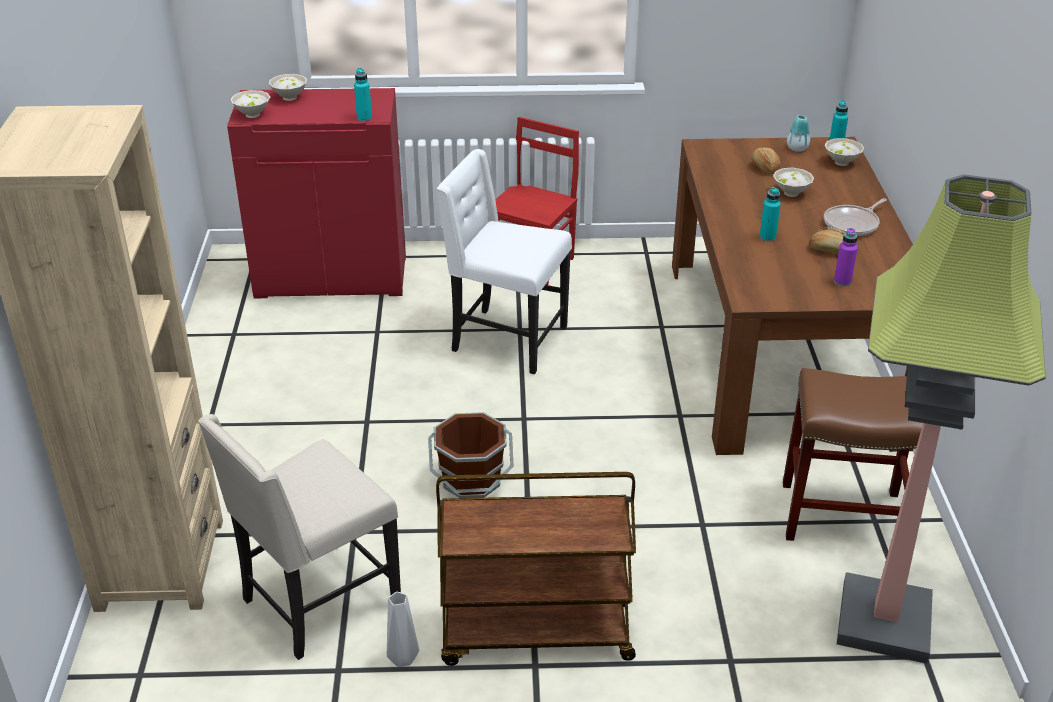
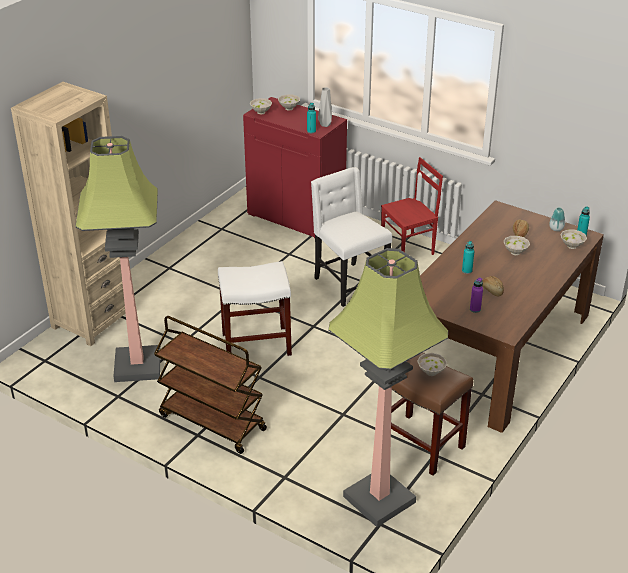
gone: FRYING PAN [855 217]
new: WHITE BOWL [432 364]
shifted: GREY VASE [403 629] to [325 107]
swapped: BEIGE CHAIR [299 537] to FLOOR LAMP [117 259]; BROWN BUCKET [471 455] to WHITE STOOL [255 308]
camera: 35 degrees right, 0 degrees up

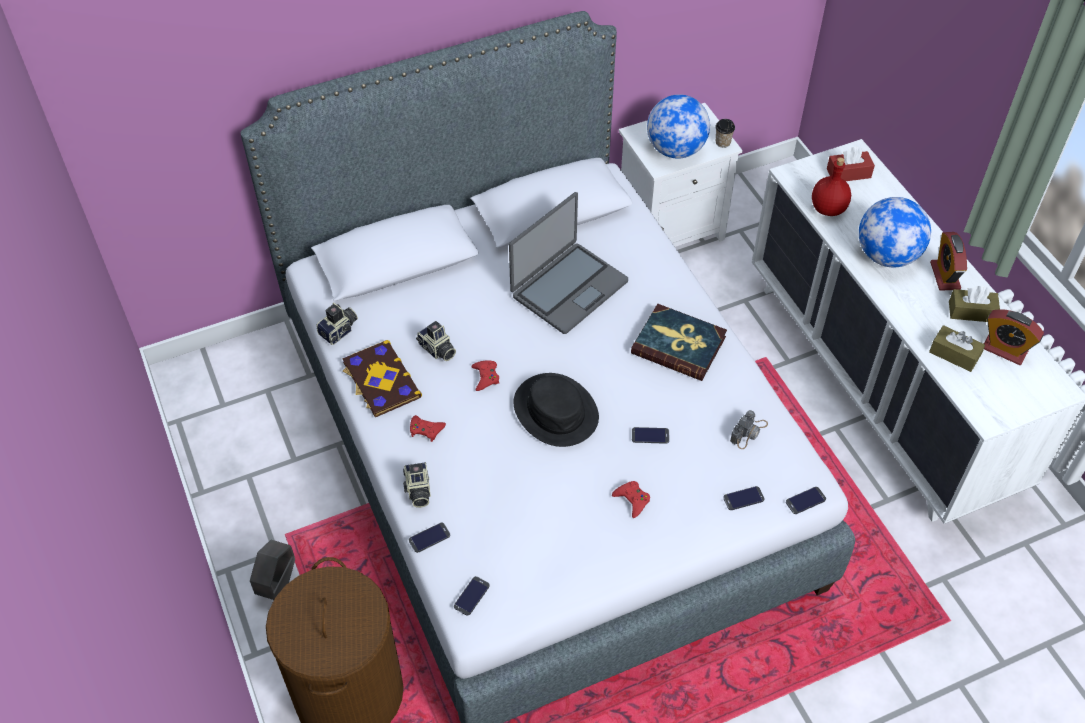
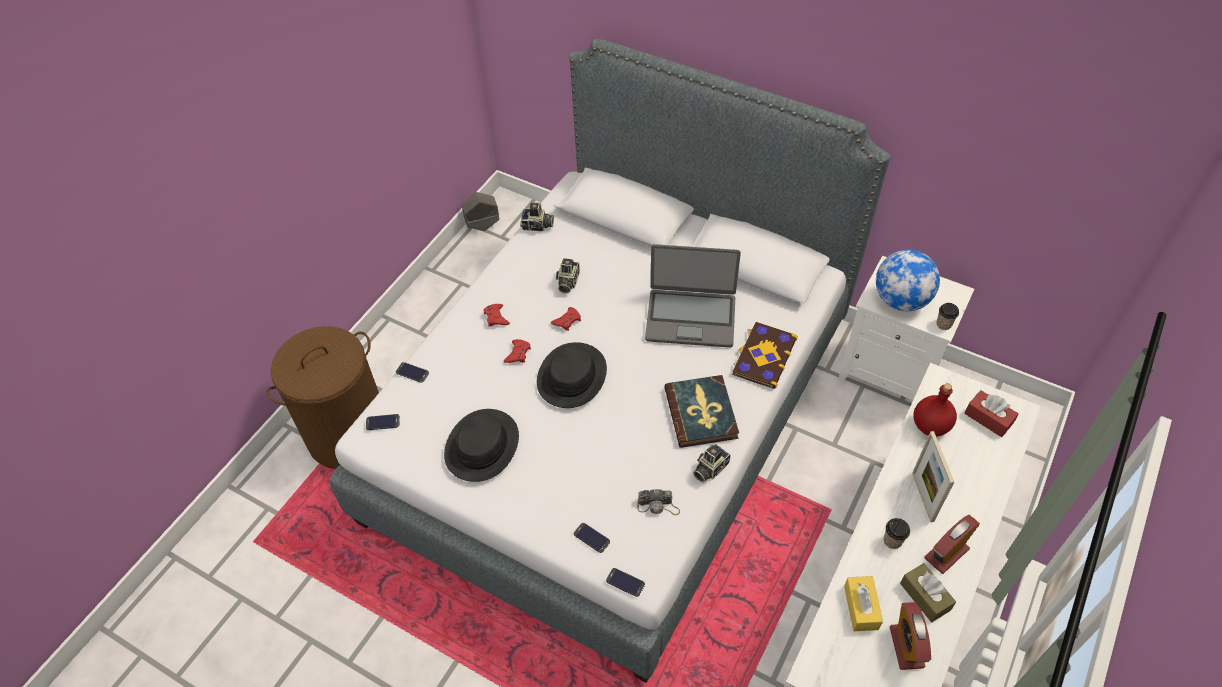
gone: PHONE [651 435]
new: BLACK HAT [481 445]; CUP [897 533]
shifted: GREY PLANTER [272 570] to [480 211]; BOOK [382 379] to [765 355]; PHOTO CAMERA [417 485] to [712 463]; RED GAME CONTROLLER [631 499] to [517 351]
swapped: GLOBE [895 232] to PICTURE FRAME [933 476]
repainted: BROWN TISSUE BOX [957 348] to YELLOW TISSUE BOX [863 603]
camera: 55 degrees right, 0 degrees up

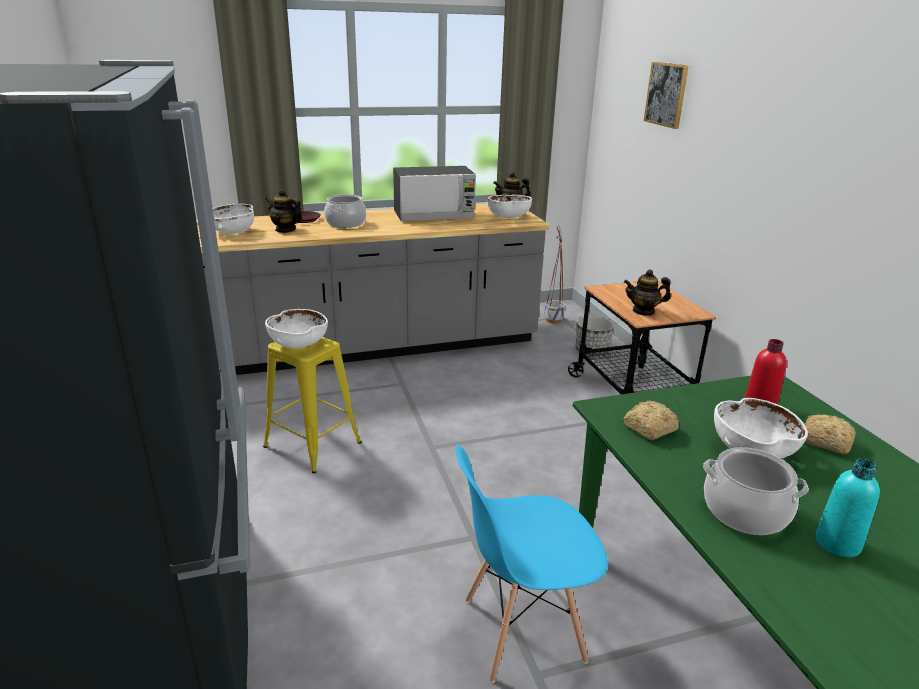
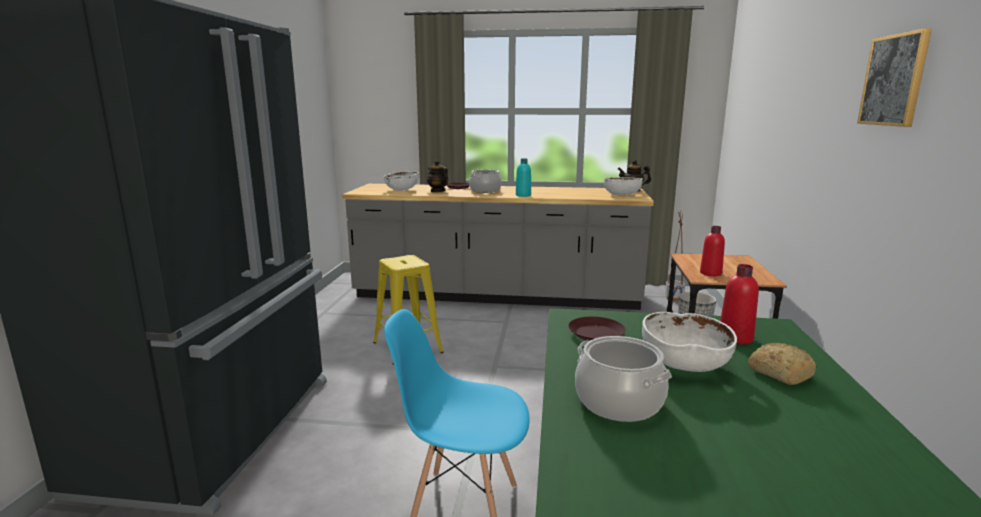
gone: WHITE BOWL [296 329]; MICROWAVE [434 193]
shifted: PICTURE [666 95] to [894 77]; TURQUOISE BOTTLE [848 507] to [523 177]
swapped: TEAPOT [647 293] to RED BOTTLE [712 251]; BREAD [651 420] to BROWN PLATE [597 328]
camera: 25 degrees right, 10 degrees down

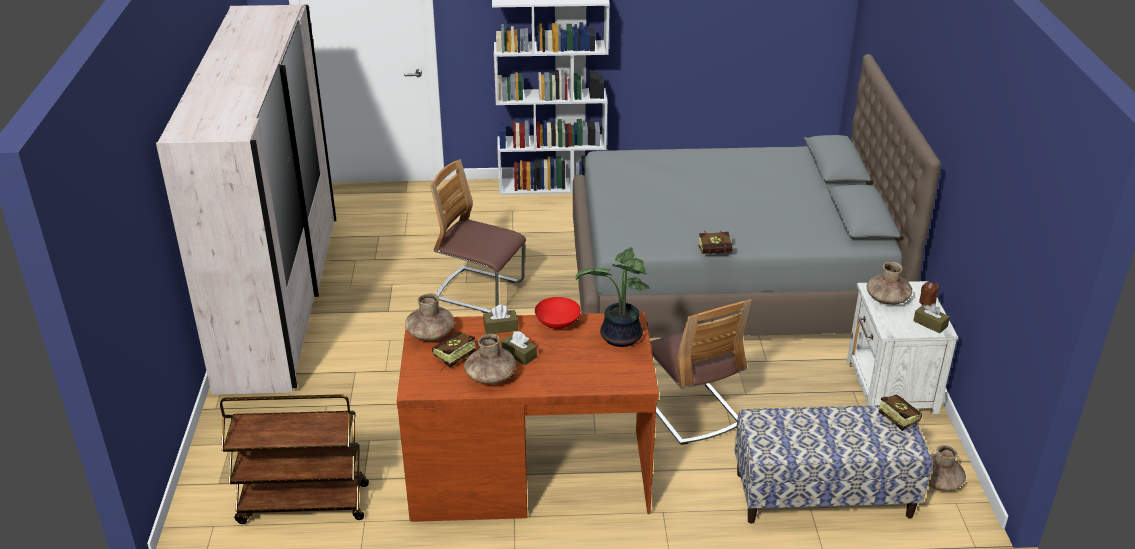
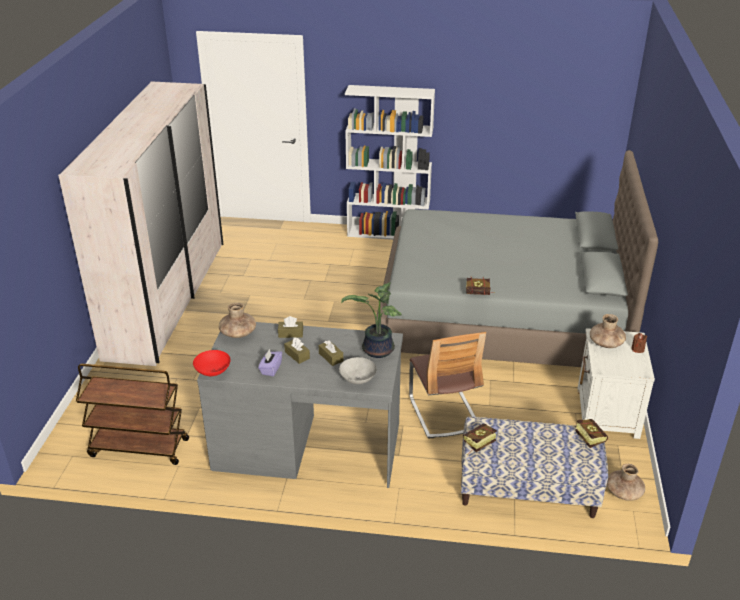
gone: CHAIR [478 236]
new: GREY BOWL [358 370]
shifted: BOOK [454 352] to [480 439]; RED BOWL [558 313] to [212 363]; BROWN TISSUE BOX [931 318] to [331 353]
swapped: BROWN VASE [490 359] to PURPLE TISSUE BOX [270 362]
repainted: BROWN DESK [528 417] to GREY DESK [300 405]
camera: 10 degrees right, 0 degrees up

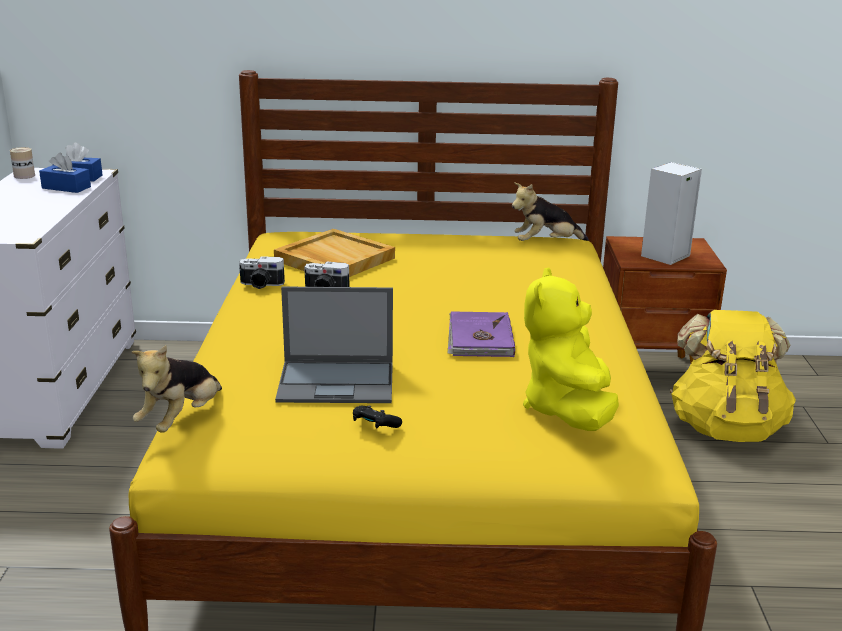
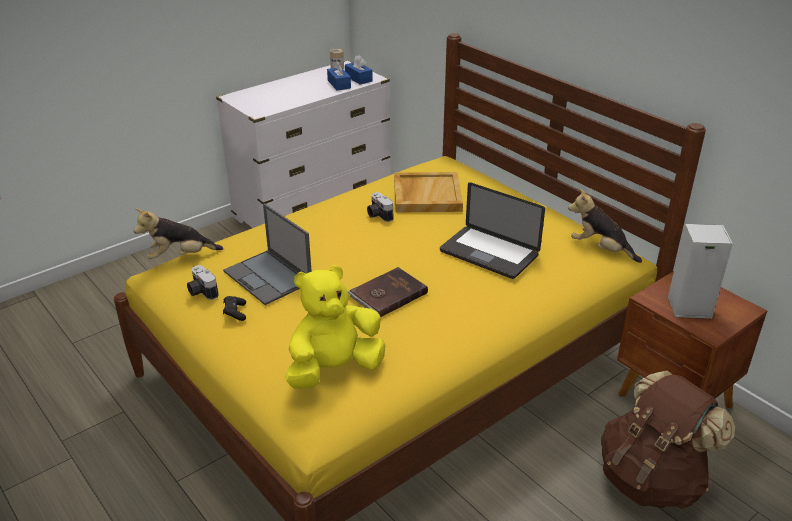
new: LAPTOP [492 230]
shifted: PHOTO CAMERA [262 272] to [203 282]
repainted: PURPLE BOOK [481 334] to BROWN BOOK [388 292]; YELLOW BACKPACK [733 376] to BROWN BACKPACK [668 440]
camera: 50 degrees right, 10 degrees up

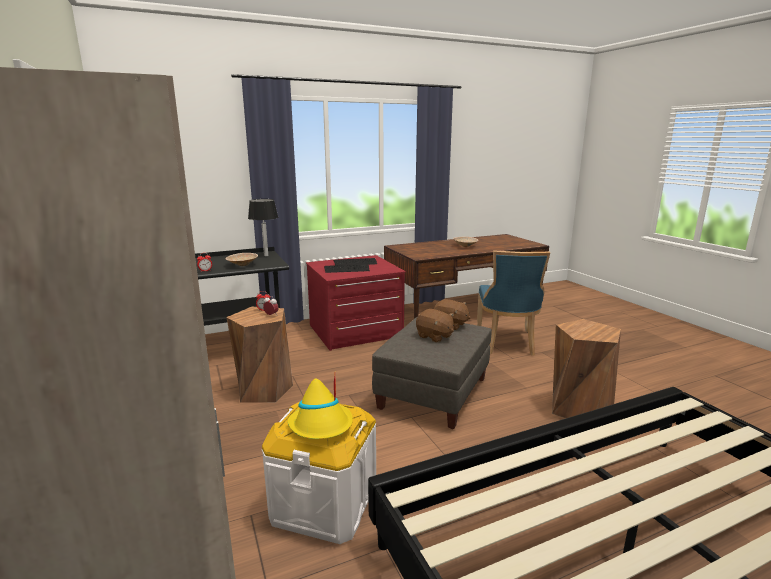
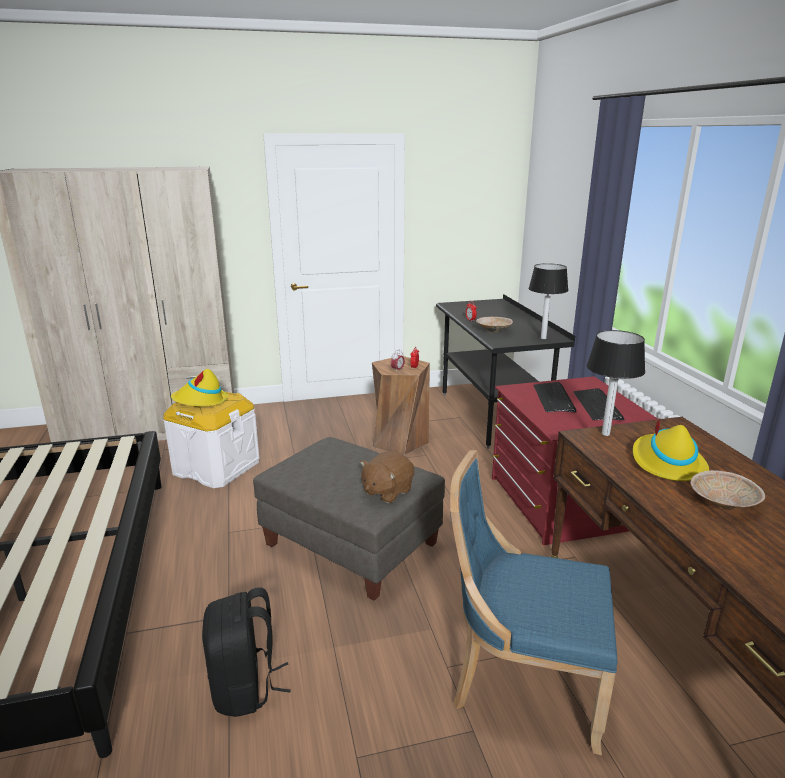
gone: BROWN PLUSH TOY [435 326]
new: TABLE LAMP [616 383]; YELLOW HAT [671 449]
swapped: BROWN STOOL [586 368] to BLACK BACKPACK [246 652]
camera: 100 degrees right, 5 degrees up

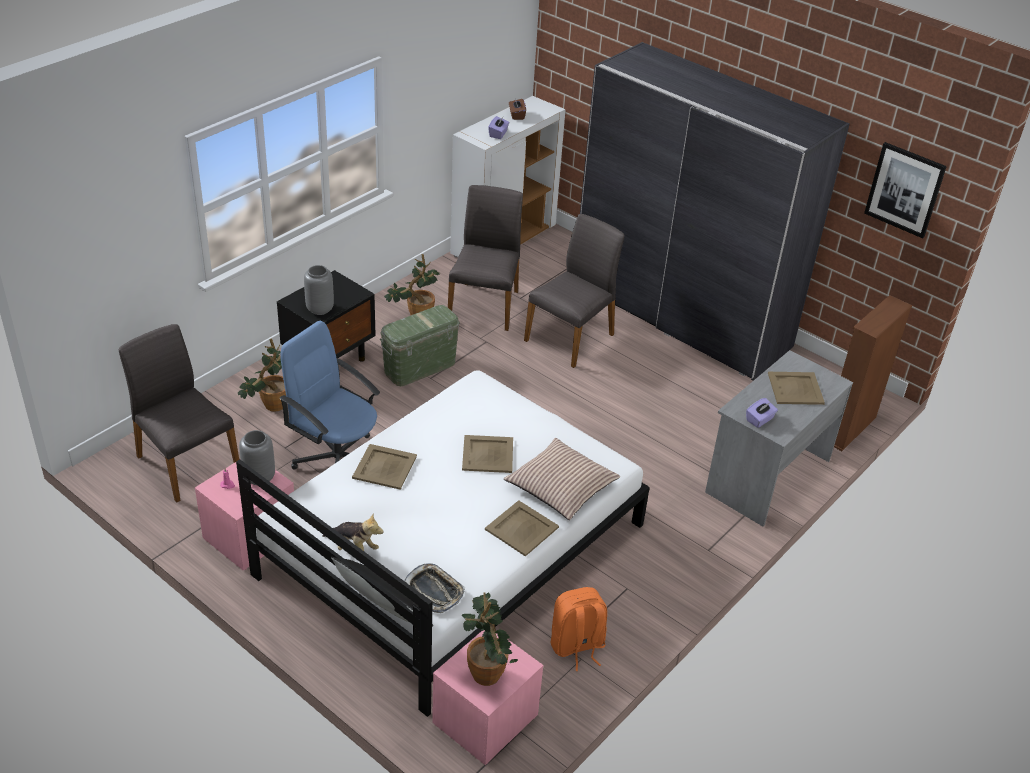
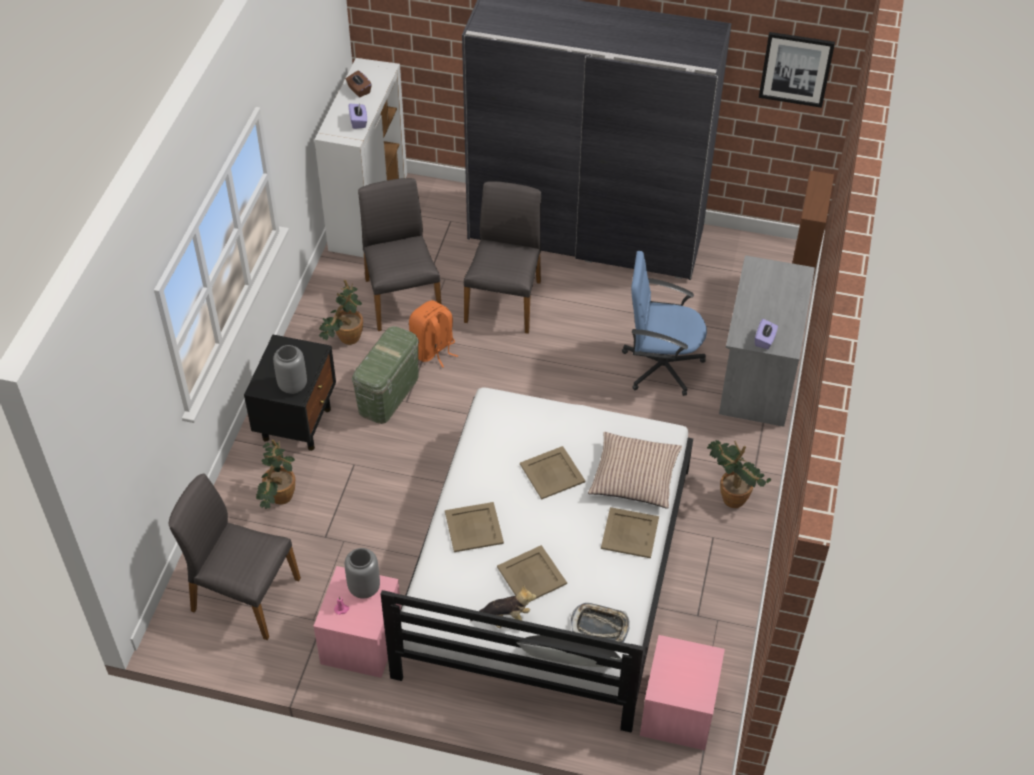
shifted: BLUE OFFICE CHAIR [330 395] to [664 323]; POTTED PLANT [490 639] to [739 474]; ORANGE BACKPACK [579 629] to [433 334]; BEIGE TRAY [796 388] to [532 573]
camera: 25 degrees left, 10 degrees up

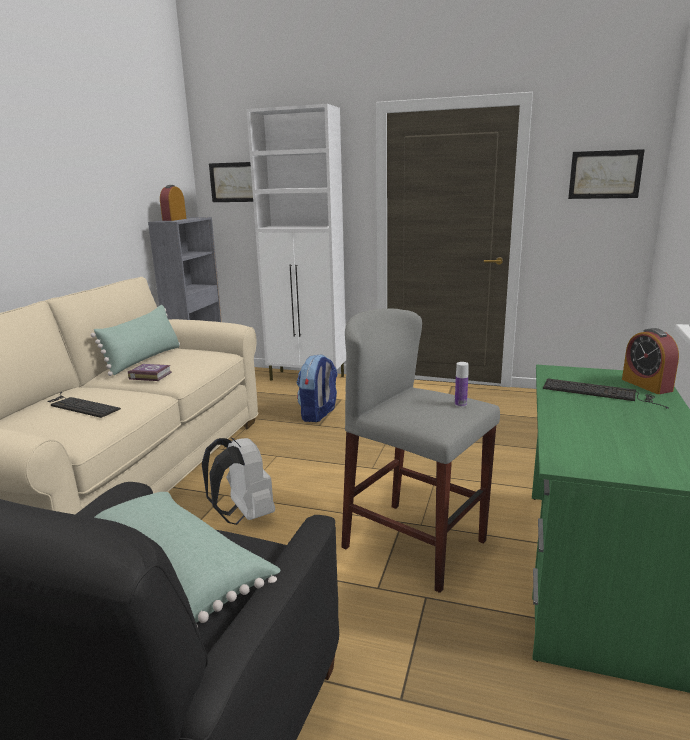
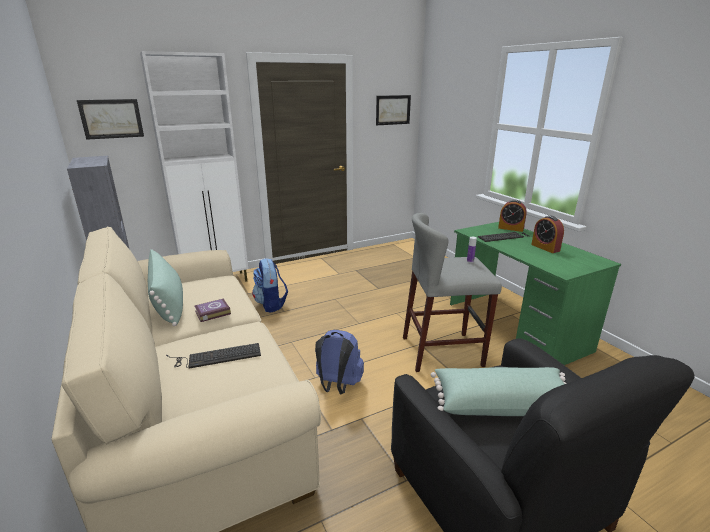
shifted: ALARM CLOCK [173 203] to [547 234]
repainted: WHITE BACKPACK [238 481] to BLUE BACKPACK [339 362]
camera: 45 degrees left, 5 degrees up

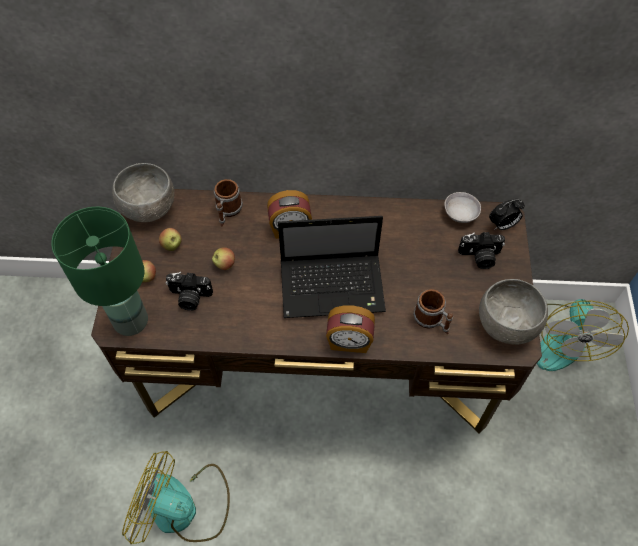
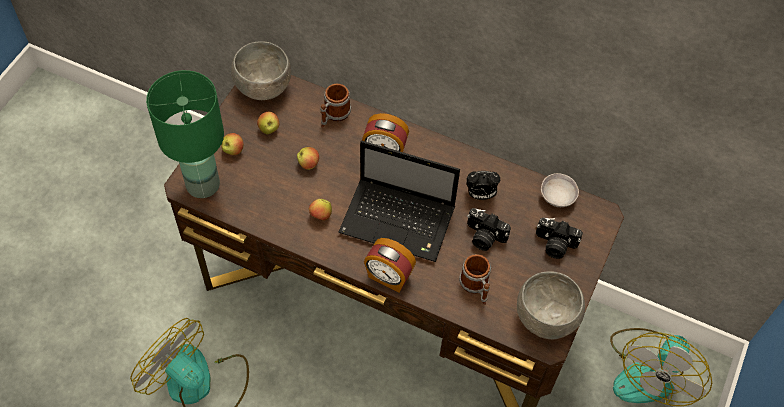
new: APPLE [320 210]
shifted: PHOTO CAMERA [189 291] to [489 229]; ALARM CLOCK [507 214] to [483 185]
camera: 20 degrees right, 0 degrees up

